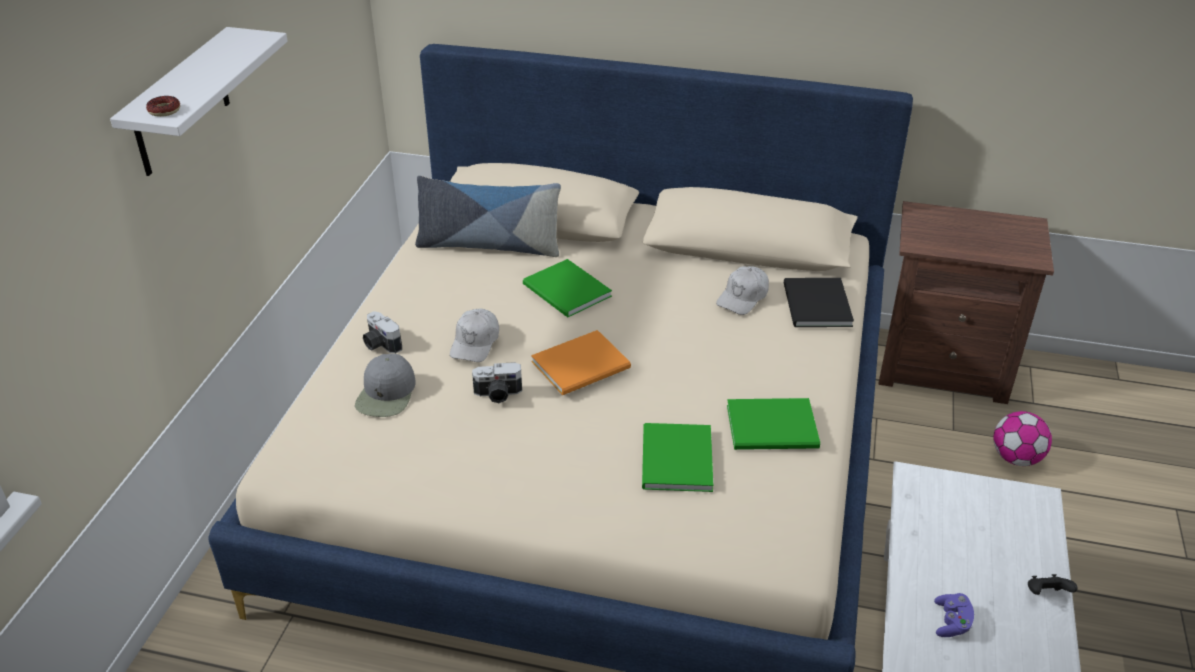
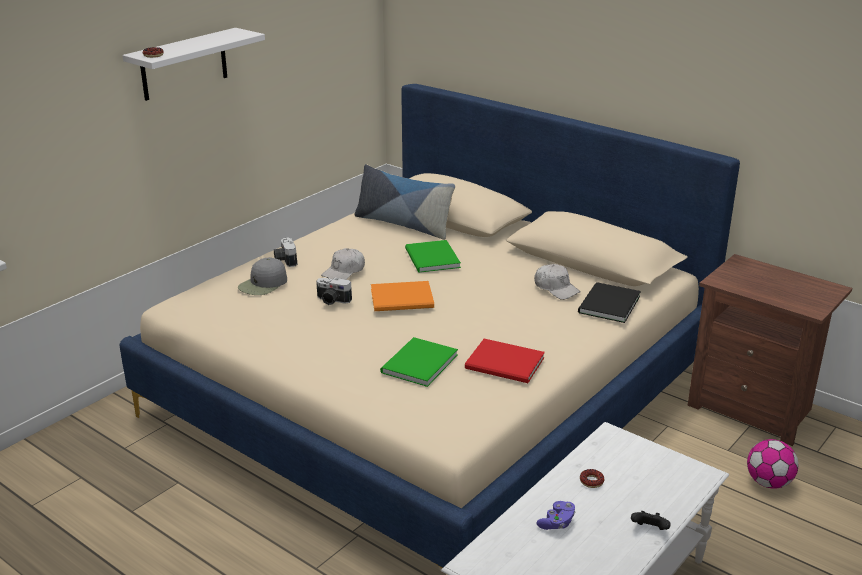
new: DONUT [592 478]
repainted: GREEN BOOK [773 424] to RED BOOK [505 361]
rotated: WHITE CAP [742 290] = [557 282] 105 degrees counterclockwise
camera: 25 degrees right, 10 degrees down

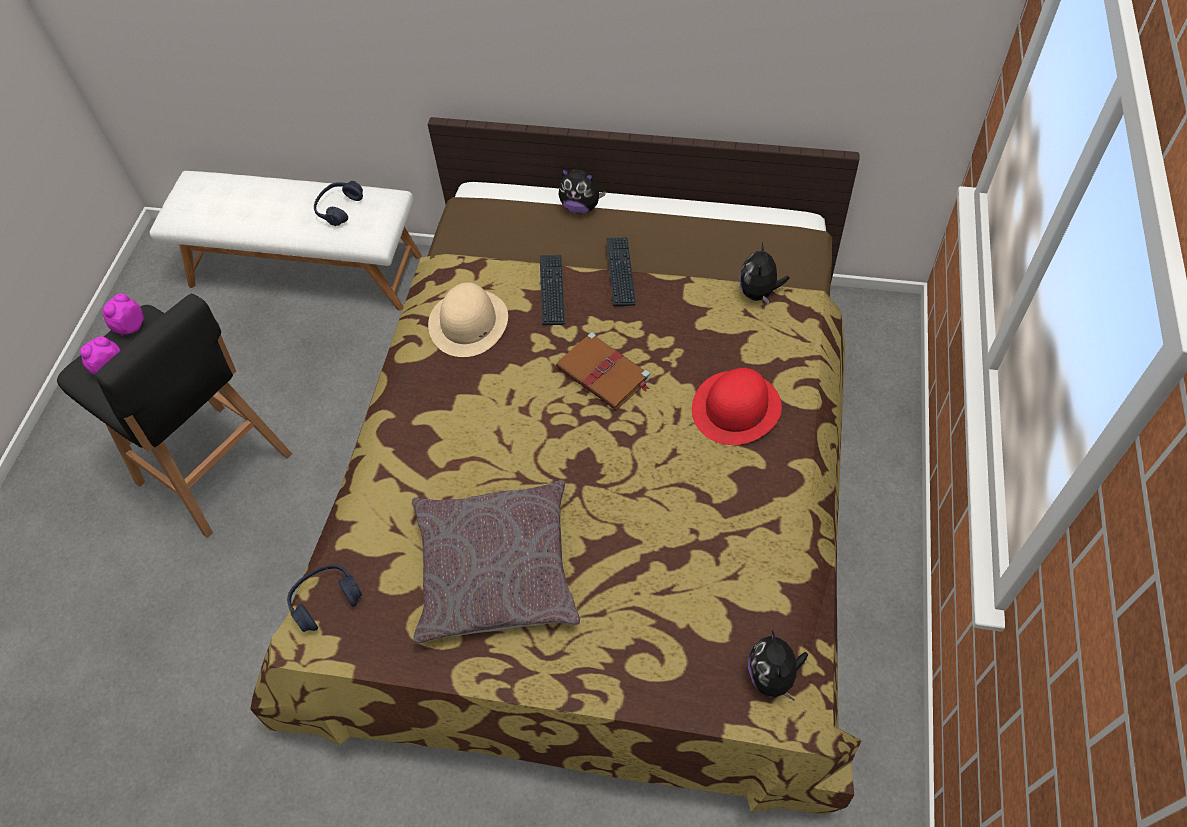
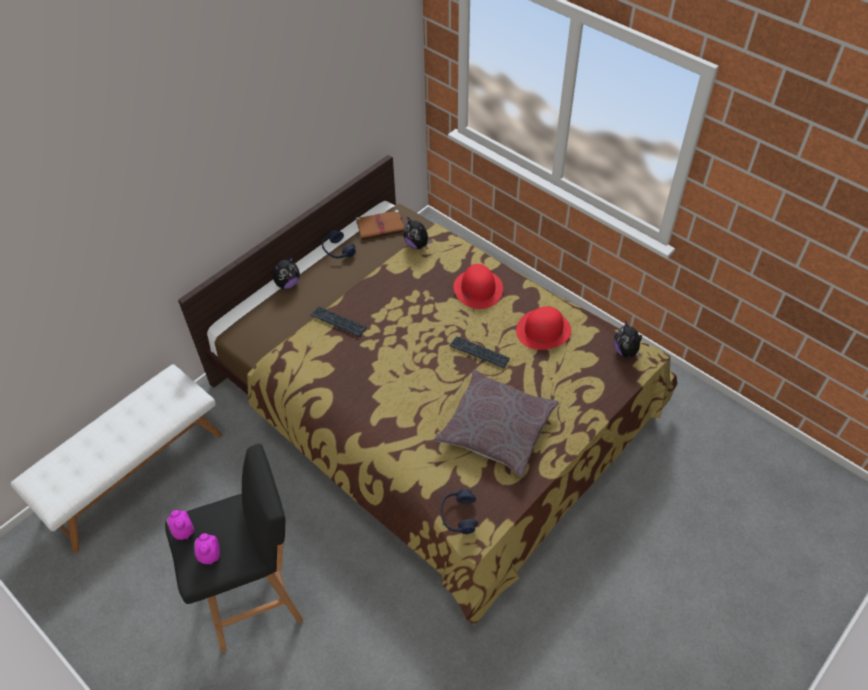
gone: BEIGE HAT [468 319]
new: RED HAT [543 328]
shifted: BLUE HEADPHONES [338 203] to [339 244]; BROWN BOOK [603 371] to [380 225]; KEYBOARD [621 271] to [479 352]
rotated: PLUSH TOY [778 666] = [628 339] 45 degrees clockwise
camera: 60 degrees left, 5 degrees down

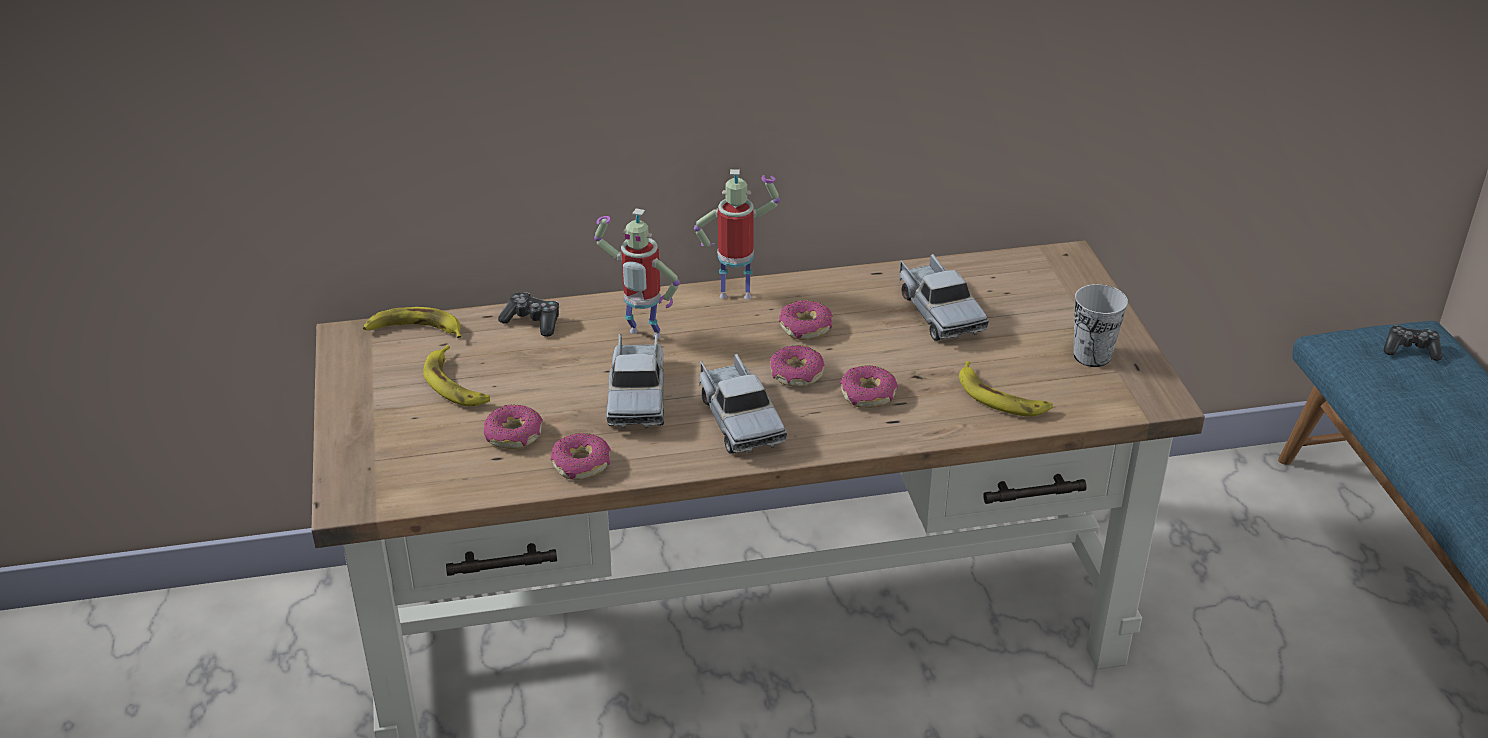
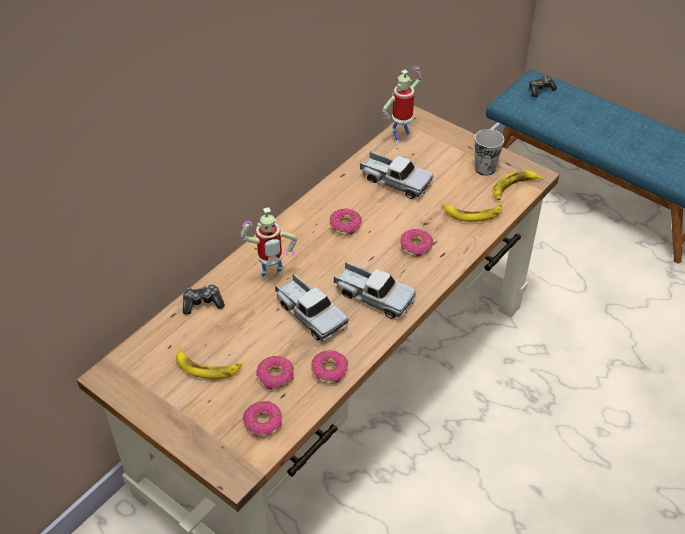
shifted: BANANA [412 322] to [518 185]; TOY ROBOT [737 234] to [402 105]; DONUT [797 366] to [262 419]
camera: 40 degrees left, 10 degrees up

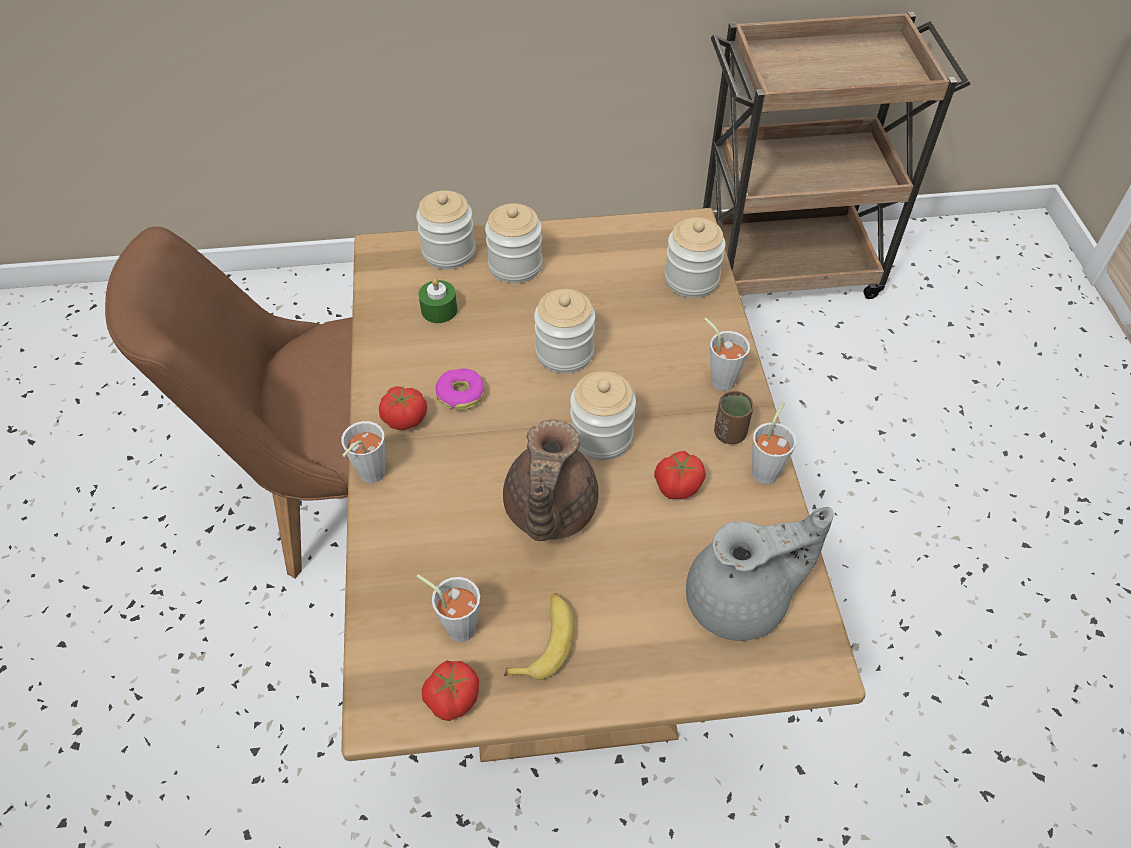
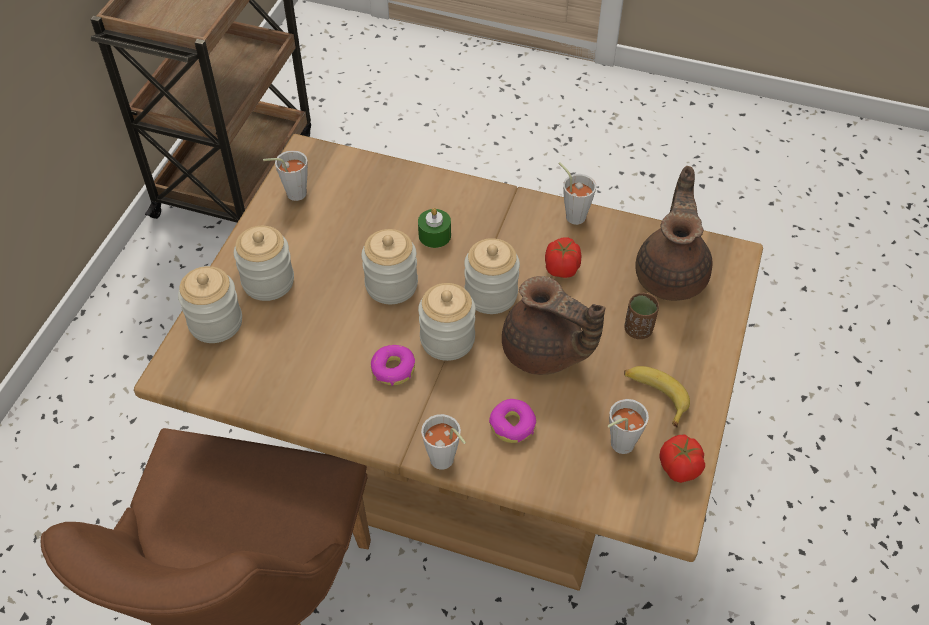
gone: TOMATO [403 408]
new: DONUT [512 421]
shifted: GREEN CANDLE [438 300] to [434 228]; JAR [695 257] to [447 322]; GREY CUP [727 354] to [285 175]; BROWN CUP [734 417] to [641 315]
repainted: GREY TEAPOT [760 574] to BROWN TEAPOT [673 233]
camera: 65 degrees left, 0 degrees up

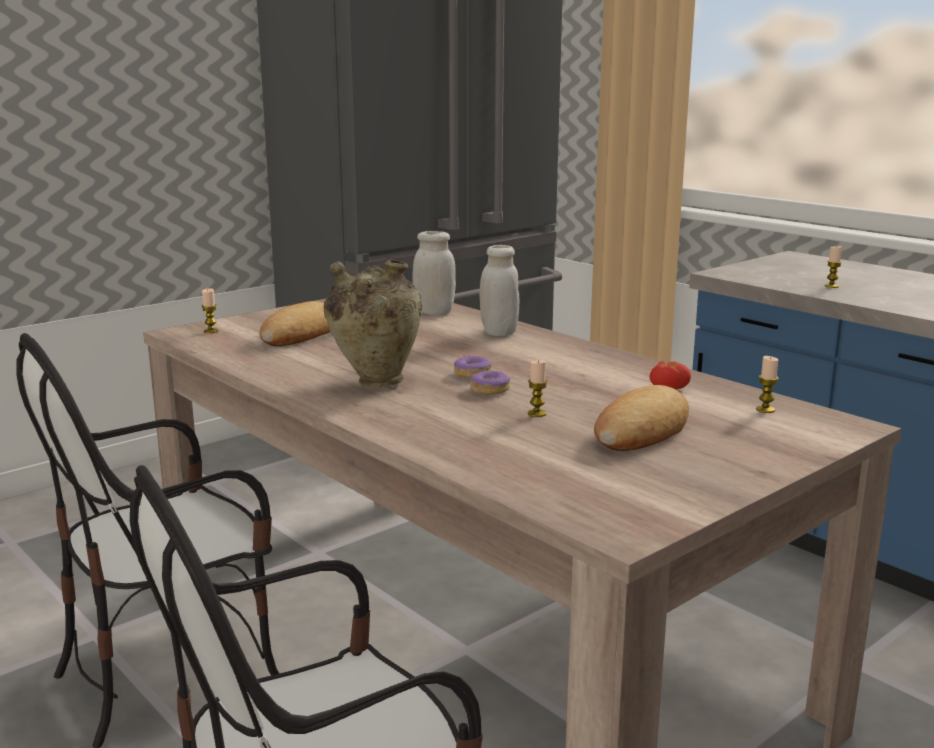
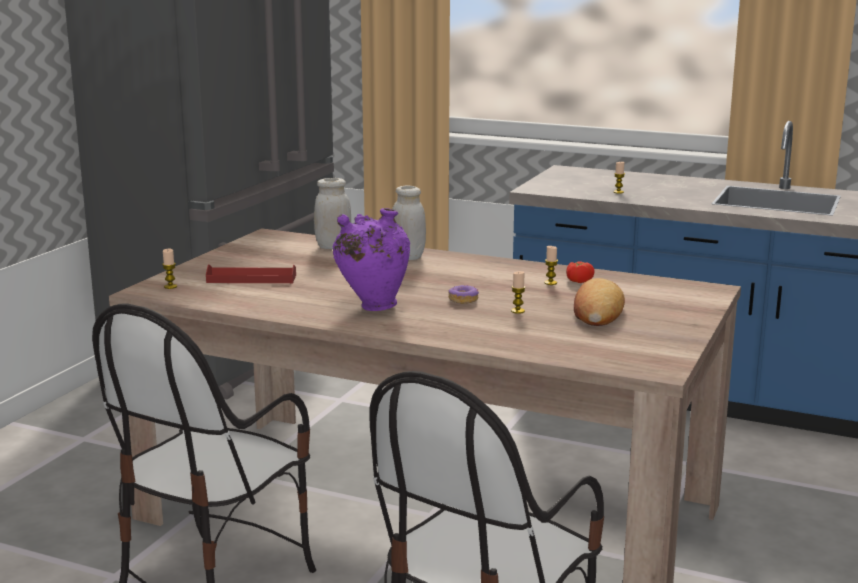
gone: DONUT [472 367]
shifted: CANDLE [767 384] to [551 265]
swapped: BREAD [295 323] to RED TRAY [251 273]
repainted: BEIGE VASE [373 323] to PURPLE VASE [371 259]
camera: 25 degrees left, 0 degrees up

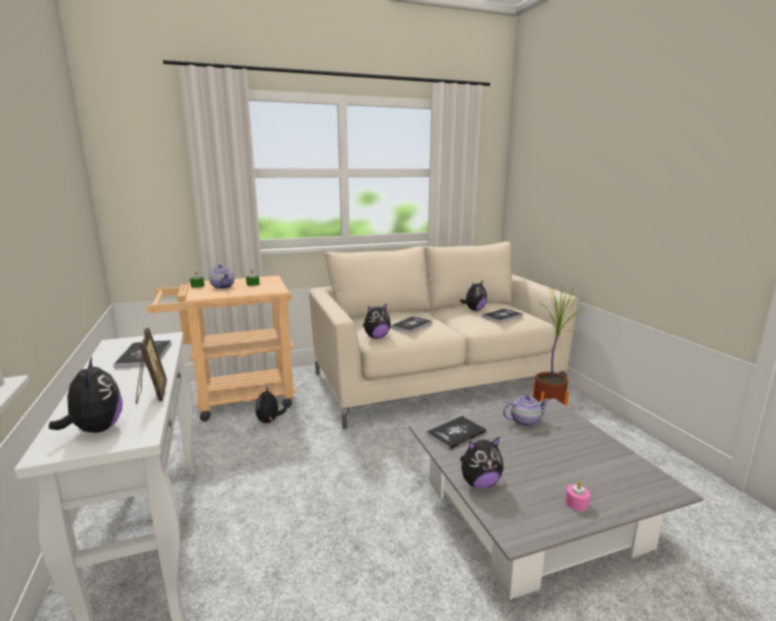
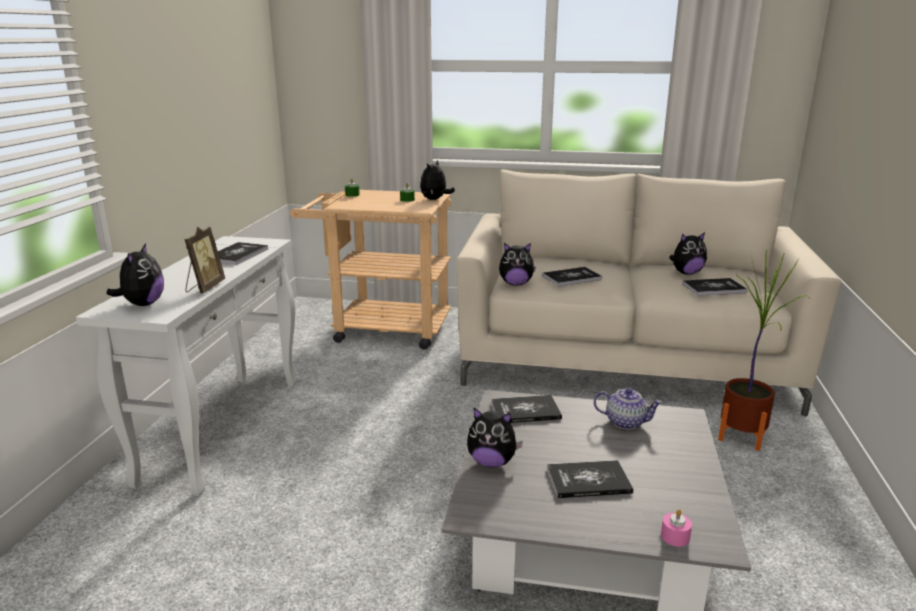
gone: TEAPOT [221 277]
new: BOOK [590 479]
shifted: PLUSH TOY [271 404] to [437 180]; PINK CANDLE [577 496] to [676 528]
camera: 30 degrees right, 5 degrees up

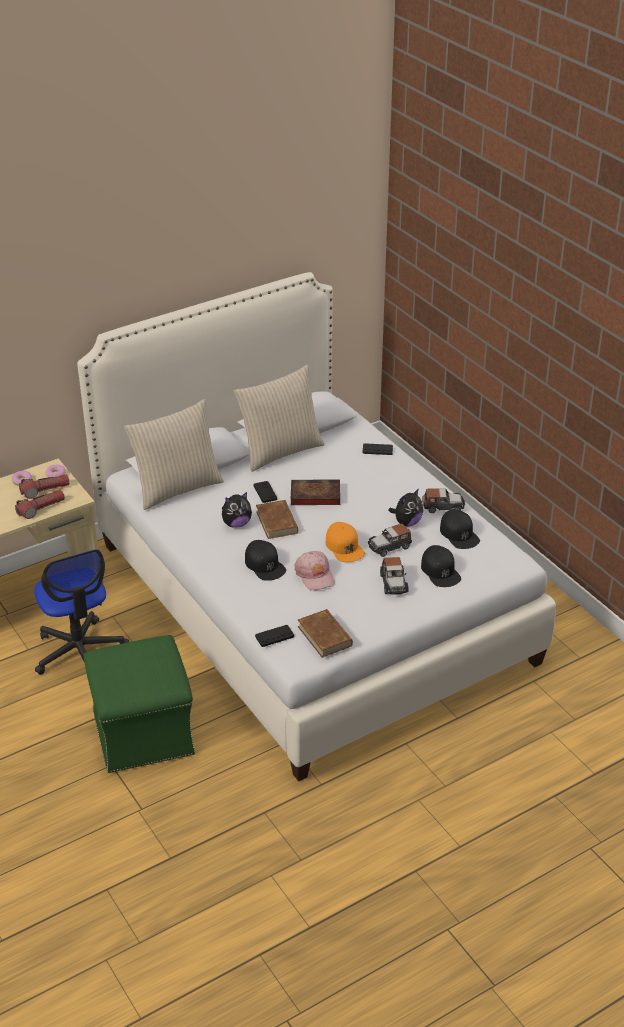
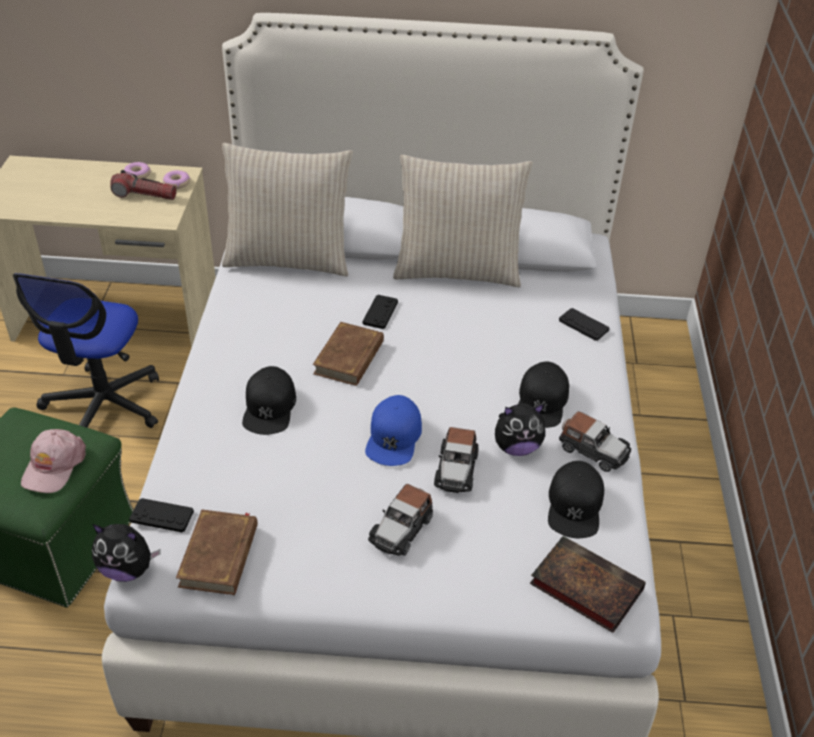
gone: FLASHLIGHT [40 504]
shifted: PLUSH TOY [237 510] to [126 553]; BOOK [315 492] to [588 584]; PINK CAP [314 571] to [53 461]; BLACK CAP [441 566] to [543 394]
repainted: ORANGE CAP [345 542] to BLUE CAP [393 430]
rotated: TOY CAR [390 540] = [456 460] 90 degrees counterclockwise
camera: 35 degrees right, 5 degrees up

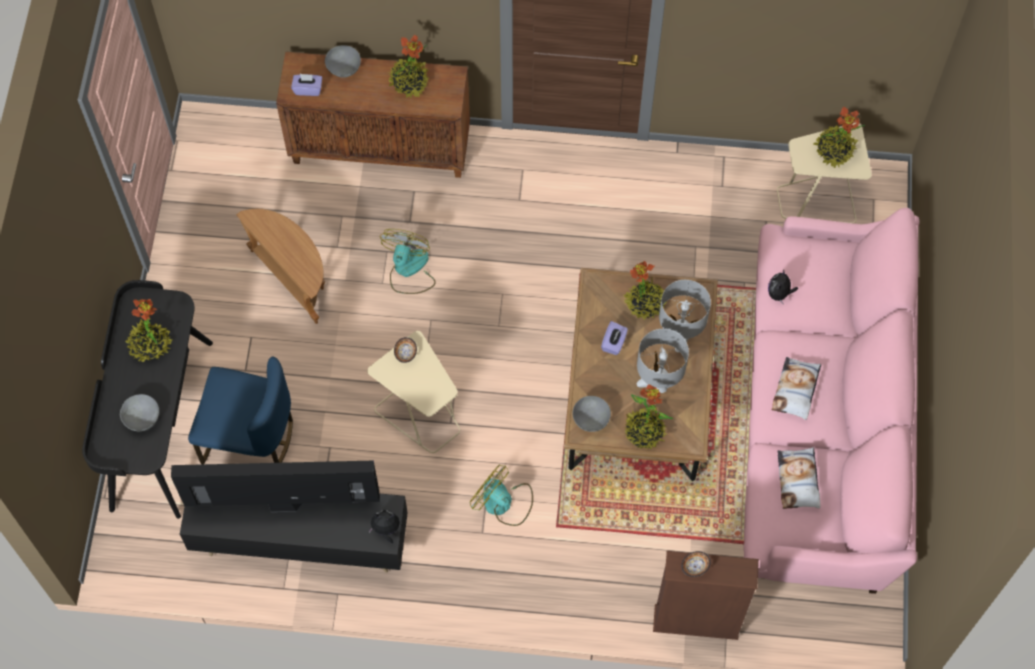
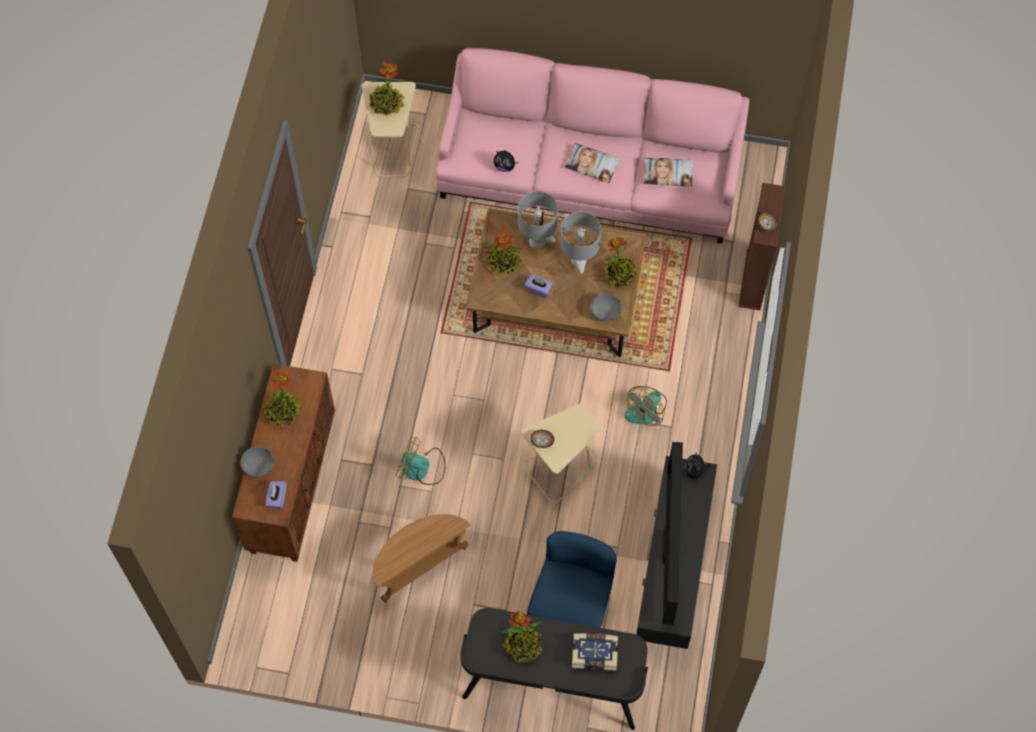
swapped: GREY BOWL [139 412] to BOOK [595 652]
camera: 85 degrees left, 0 degrees up

